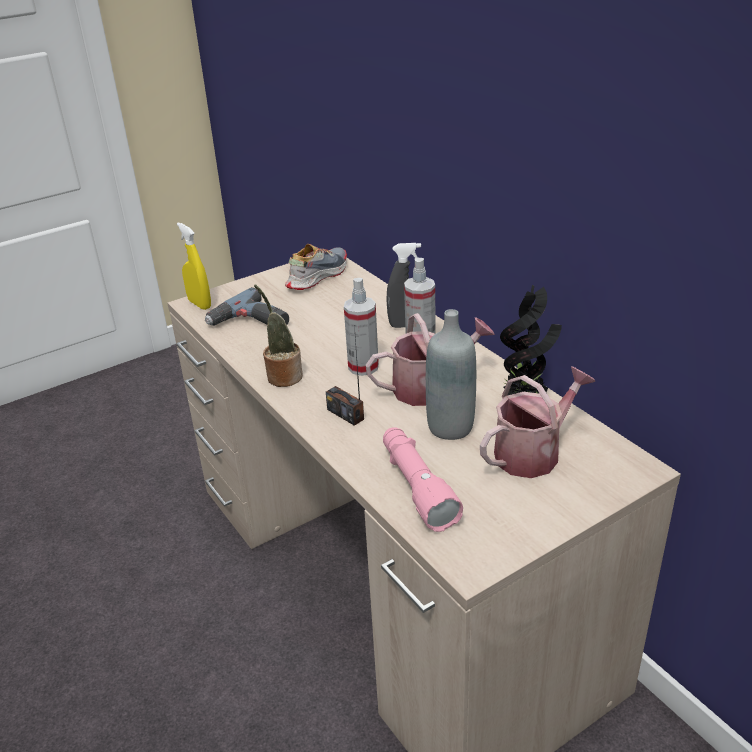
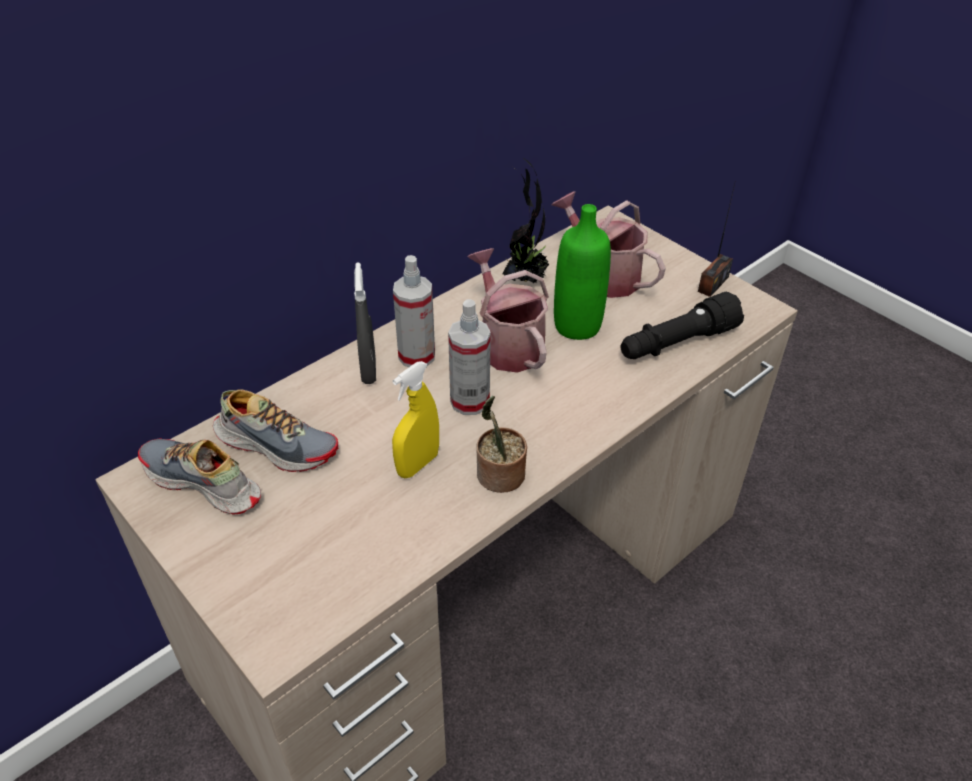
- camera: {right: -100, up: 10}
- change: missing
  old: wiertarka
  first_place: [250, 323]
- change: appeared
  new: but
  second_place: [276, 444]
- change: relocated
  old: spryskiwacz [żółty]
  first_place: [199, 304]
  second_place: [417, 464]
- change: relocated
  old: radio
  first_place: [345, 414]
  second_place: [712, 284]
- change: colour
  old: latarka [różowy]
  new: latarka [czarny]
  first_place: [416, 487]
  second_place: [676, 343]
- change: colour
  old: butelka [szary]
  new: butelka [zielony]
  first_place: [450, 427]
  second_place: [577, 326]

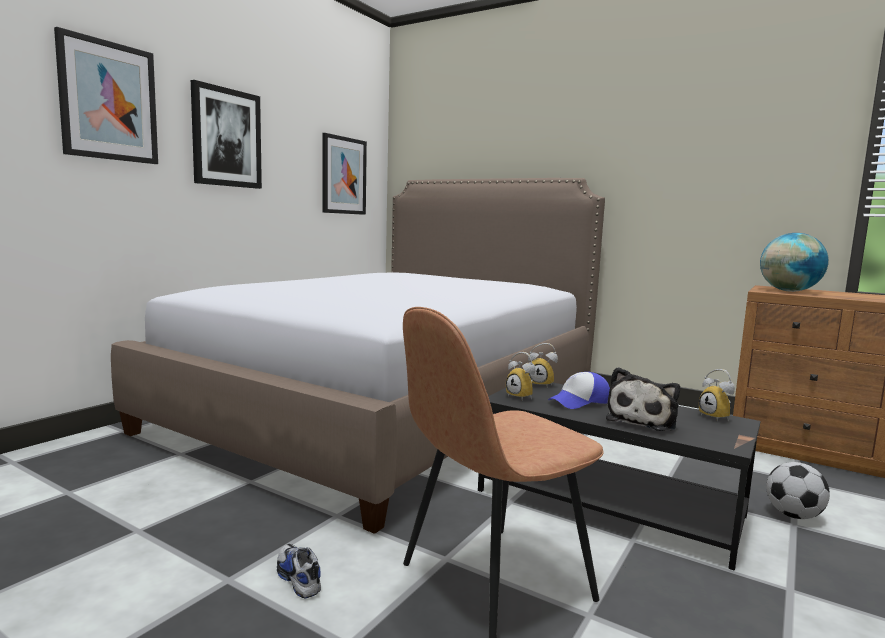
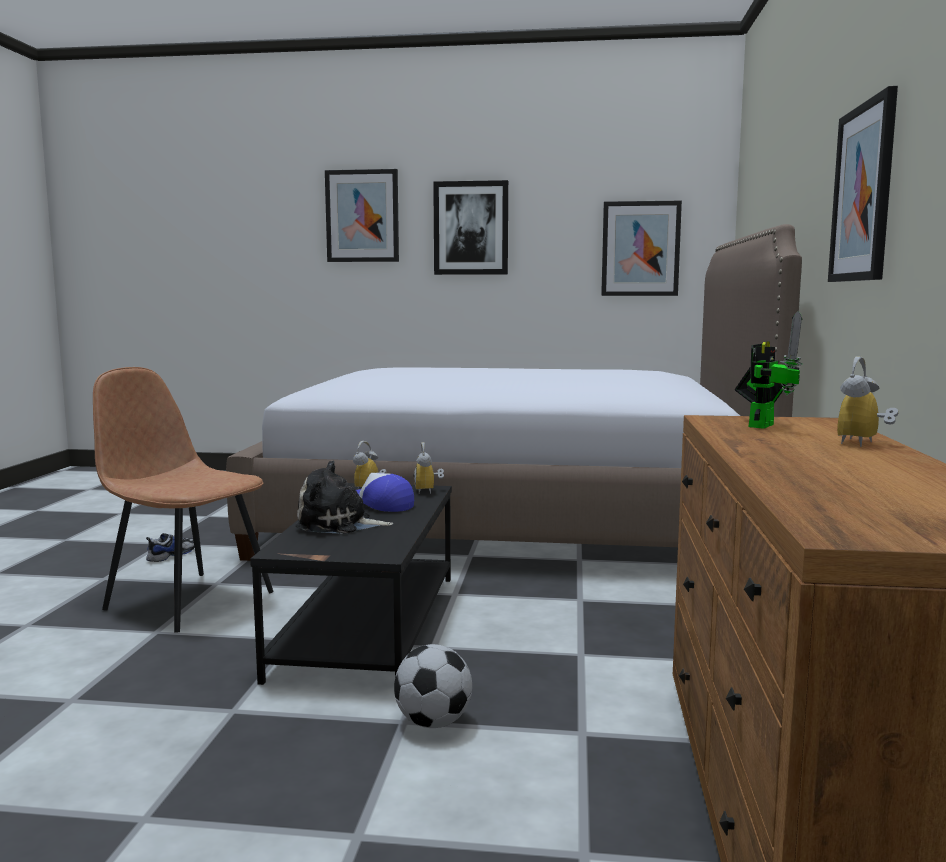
- camera: {right: 65, up: 0}
- change: appeared
  new: obraz
  second_place: [863, 193]
- change: relocated
  old: budzik
  first_place: [717, 417]
  second_place: [864, 443]
- change: exchanged
  old: globus
  new: robot zabawkowy
  first_place: [789, 291]
  second_place: [762, 425]

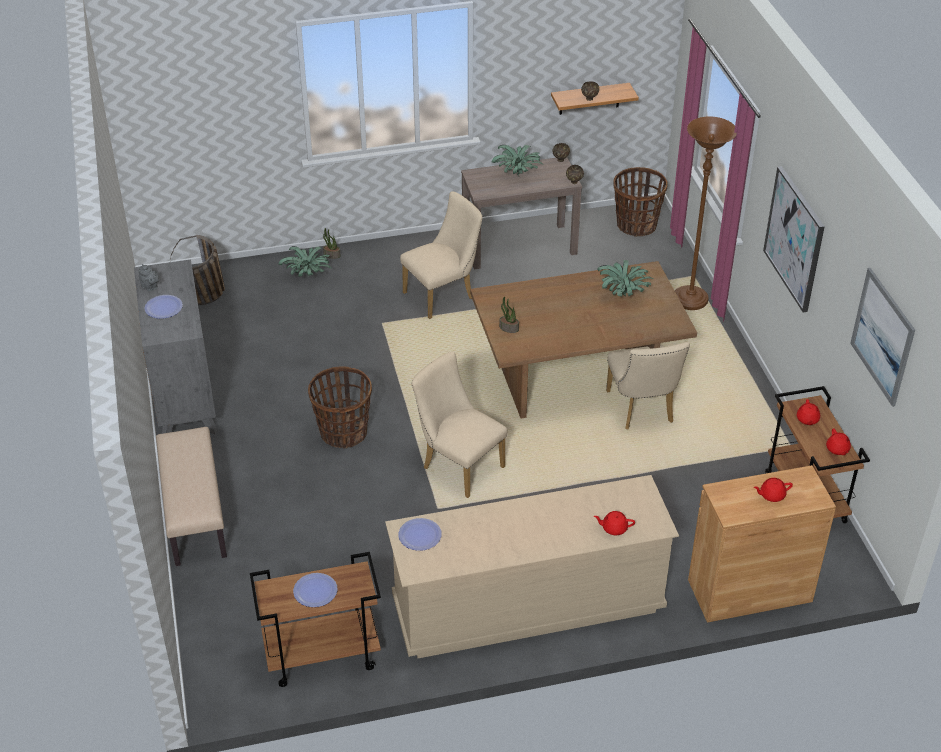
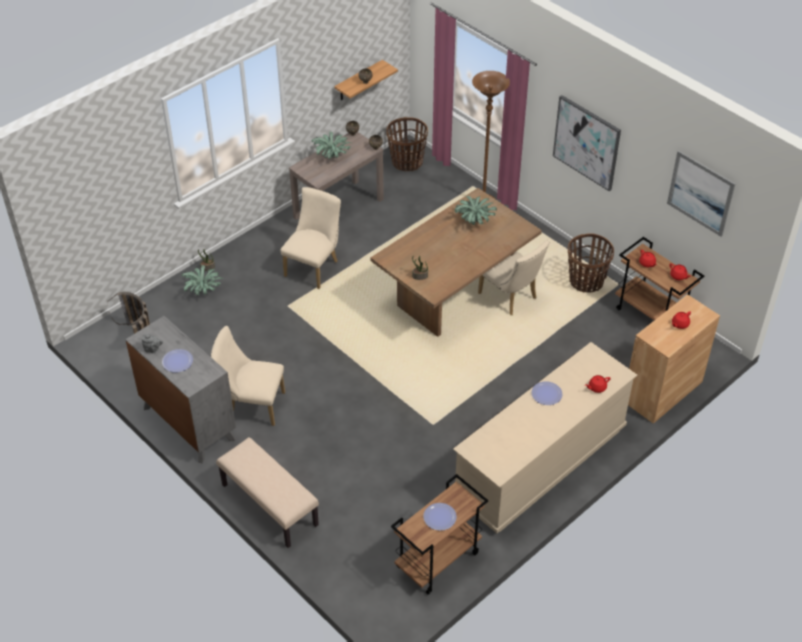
- camera: {right: -30, up: 5}
- change: relocated
  old: koszyk
  first_place: [343, 433]
  second_place: [586, 281]
- change: relocated
  old: talerz
  first_place: [420, 535]
  second_place: [546, 394]
- change: relocated
  old: krzesło [beżowy]
  first_place: [458, 465]
  second_place: [252, 405]

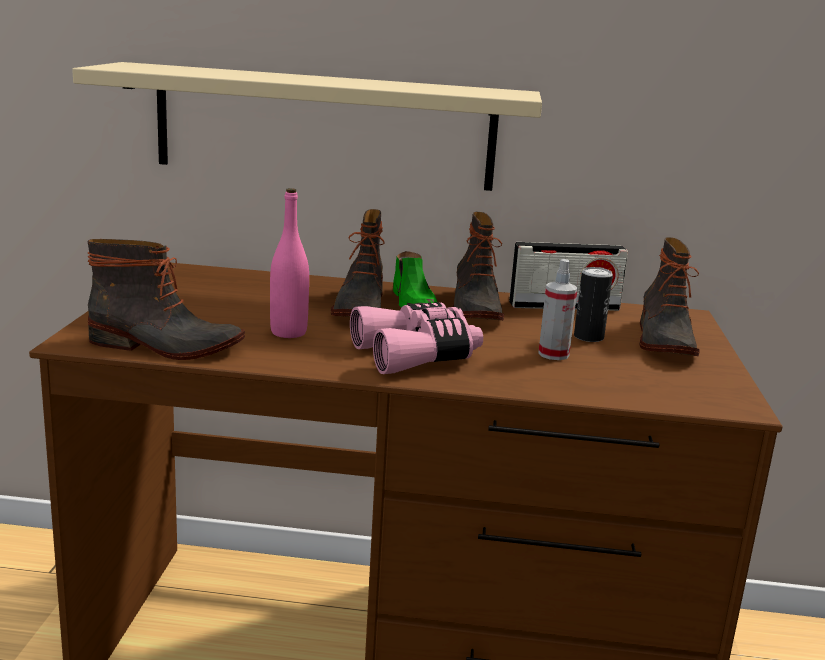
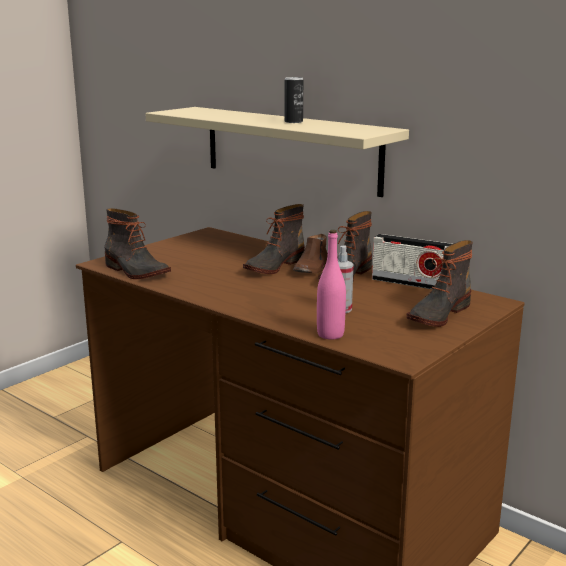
- camera: {right: 35, up: 0}
- change: missing
  old: lornetka [różowy]
  first_place: [417, 355]
- change: relocated
  old: butelka [różowy]
  first_place: [288, 332]
  second_place: [330, 334]
- change: relocated
  old: puszka
  first_place: [588, 337]
  second_place: [293, 122]
- change: colour
  old: but [zielony]
  new: but [brązowy]
  first_place: [414, 303]
  second_place: [312, 268]

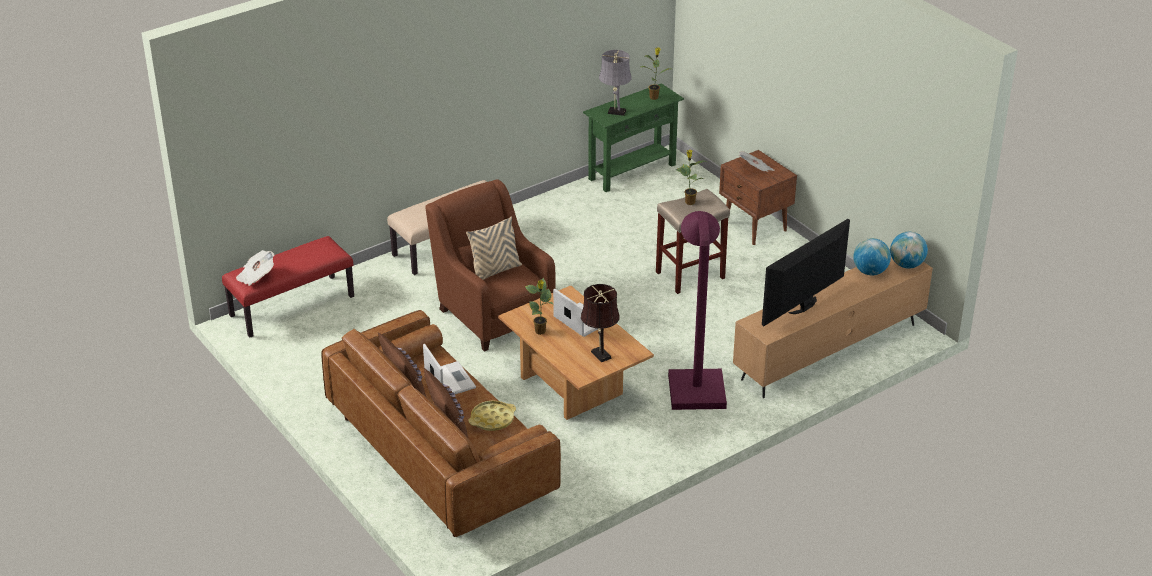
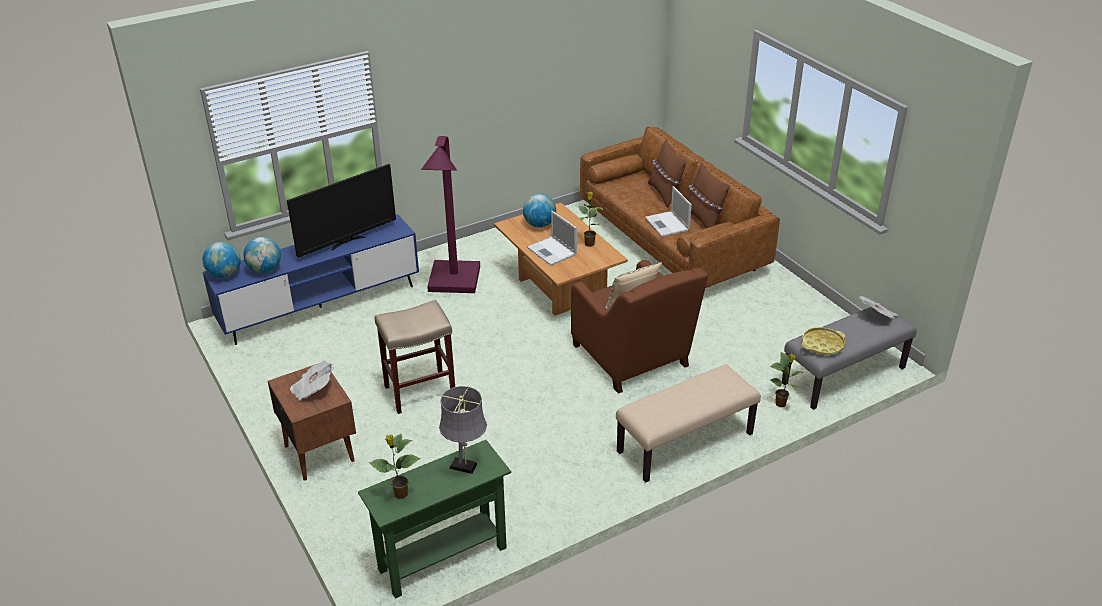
- camera: {right: -175, up: 0}
- change: relocated
  old: taca [żółty]
  first_place: [492, 419]
  second_place: [822, 344]
- change: relocated
  old: roślina doniczkowa
  first_place: [689, 202]
  second_place: [781, 404]
- change: exchanged
  old: lampa stołowa [brązowy]
  new: globus
  first_place: [600, 353]
  second_place: [539, 225]
- change: colour
  old: ławka [czerwony]
  new: ławka [szary]
  first_place: [292, 306]
  second_place: [843, 376]
- change: colour
  old: szafka pod telewizor [brązowy]
  new: szafka pod telewizor [niebieski]
  first_place: [829, 351]
  second_place: [320, 307]

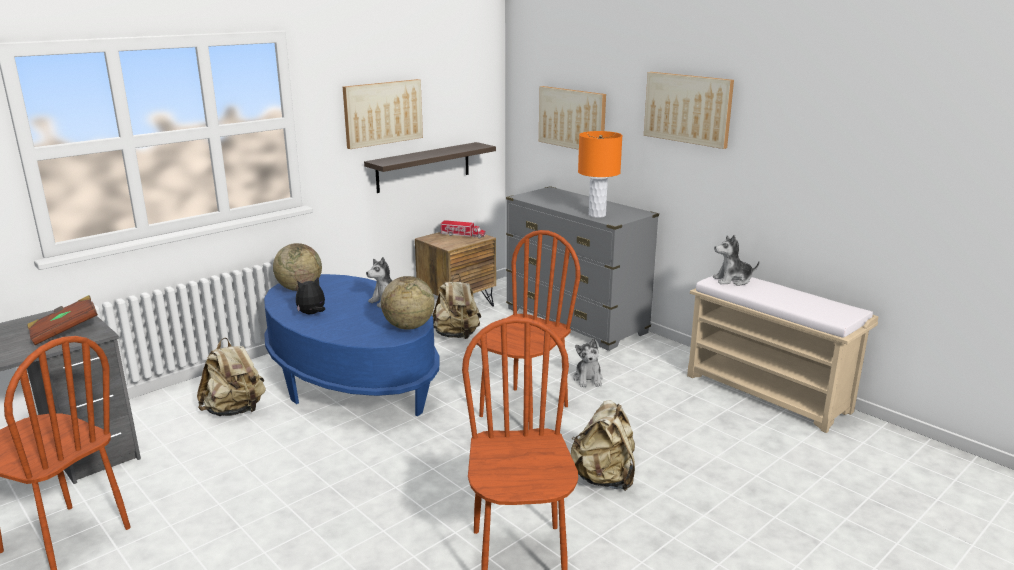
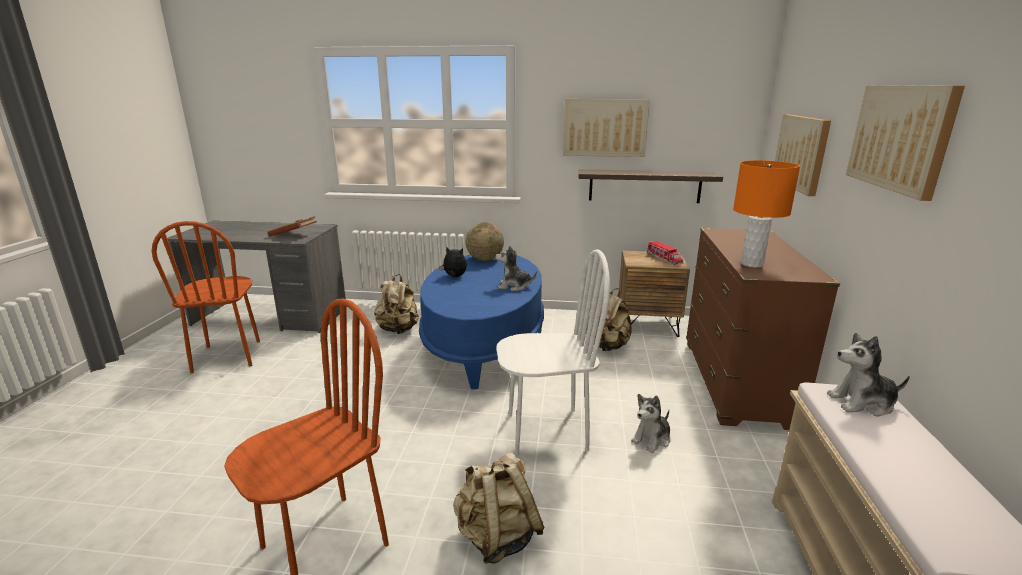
- camera: {right: 50, up: 0}
- change: missing
  old: globus
  first_place: [408, 327]
- change: colour
  old: krzesło [brązowy]
  new: krzesło [biały]
  first_place: [523, 411]
  second_place: [547, 431]
- change: colour
  old: komoda [szary]
  new: komoda [brązowy]
  first_place: [576, 321]
  second_place: [735, 382]
- change: spun
  old: pluszak
  first_place: [733, 280]
  second_place: [862, 403]
  degrees: -45

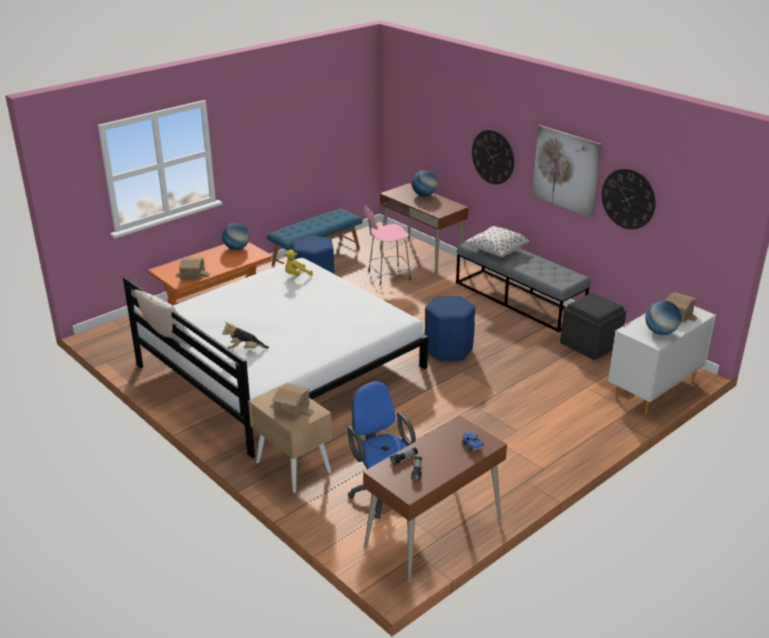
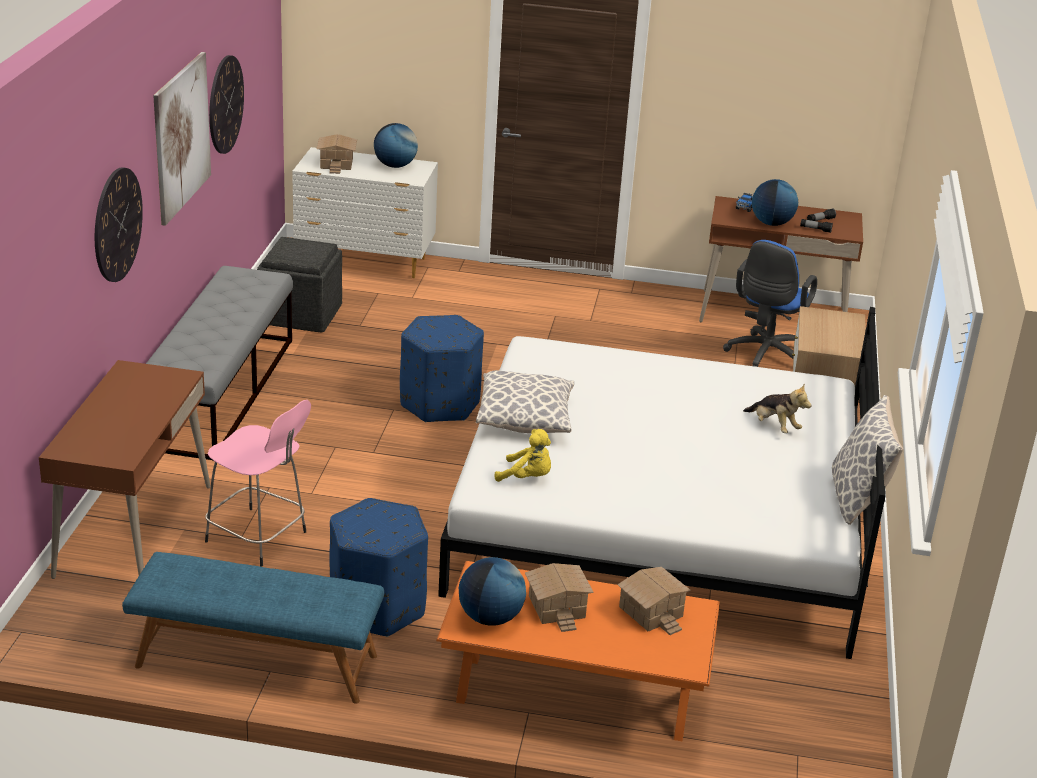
- camera: {right: -130, up: 0}
- change: relocated
  old: domek
  first_place: [291, 409]
  second_place: [558, 606]
- change: relocated
  old: globus
  first_place: [424, 195]
  second_place: [771, 223]
- change: relocated
  old: poduszka
  first_place: [496, 251]
  second_place: [524, 419]

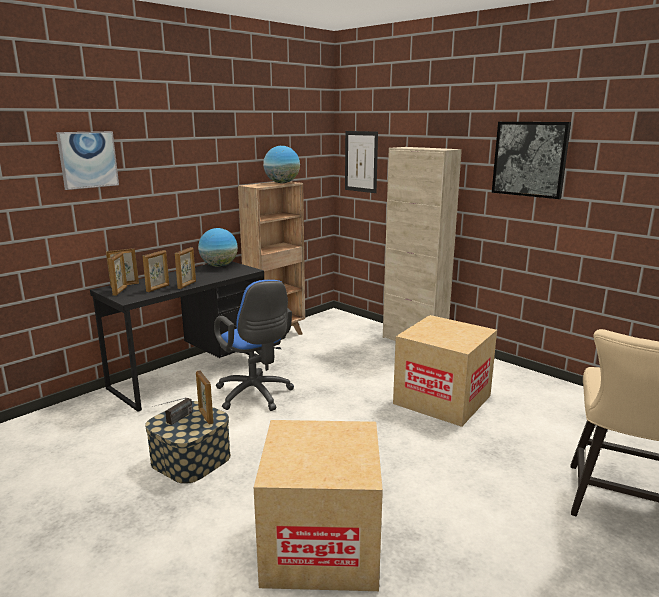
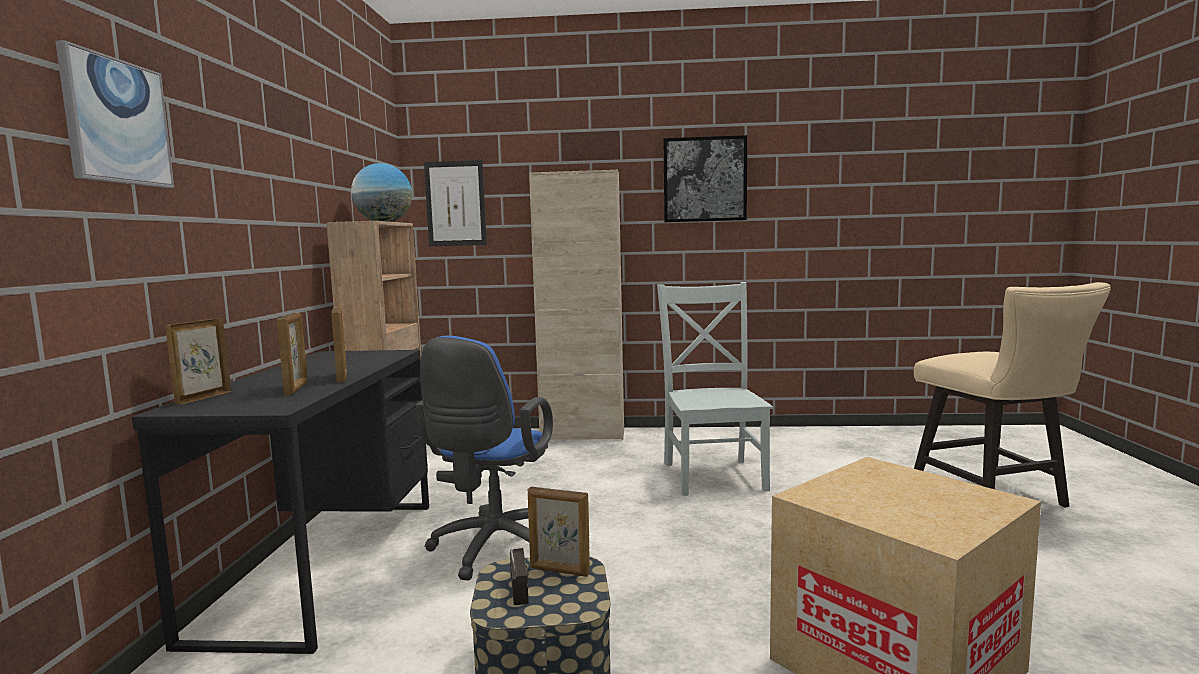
- camera: {right: -40, up: -10}
- change: missing
  old: ramka na zdjęcie
  first_place: [120, 291]
- change: missing
  old: globus
  first_place: [219, 266]
- change: exchanged
  old: karton
  new: krzesło [szary]
  first_place: [442, 399]
  second_place: [713, 474]
- change: spun
  old: krzesło biurowe [niebieski]
  first_place: [256, 396]
  second_place: [492, 550]
  degrees: 90

